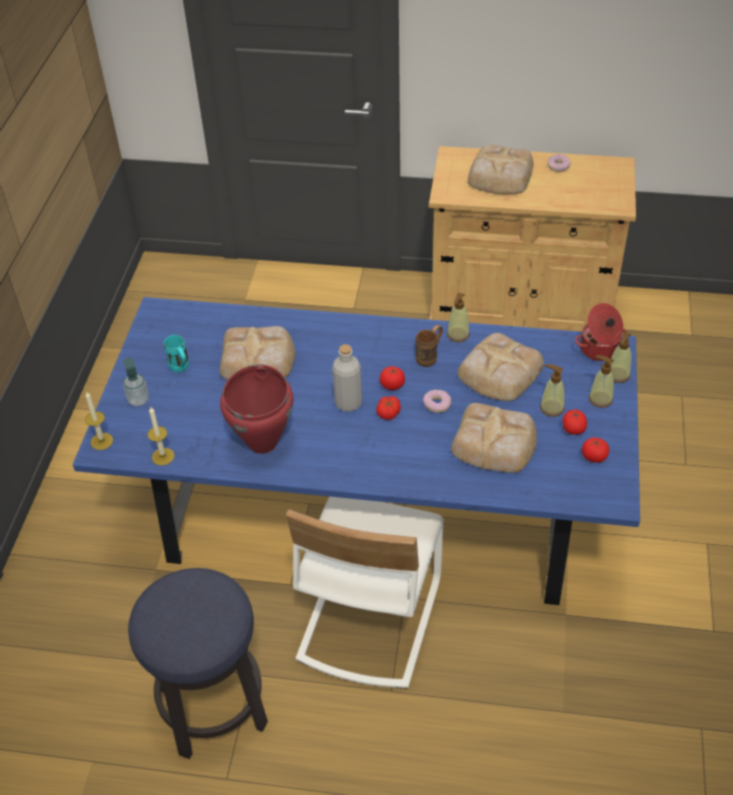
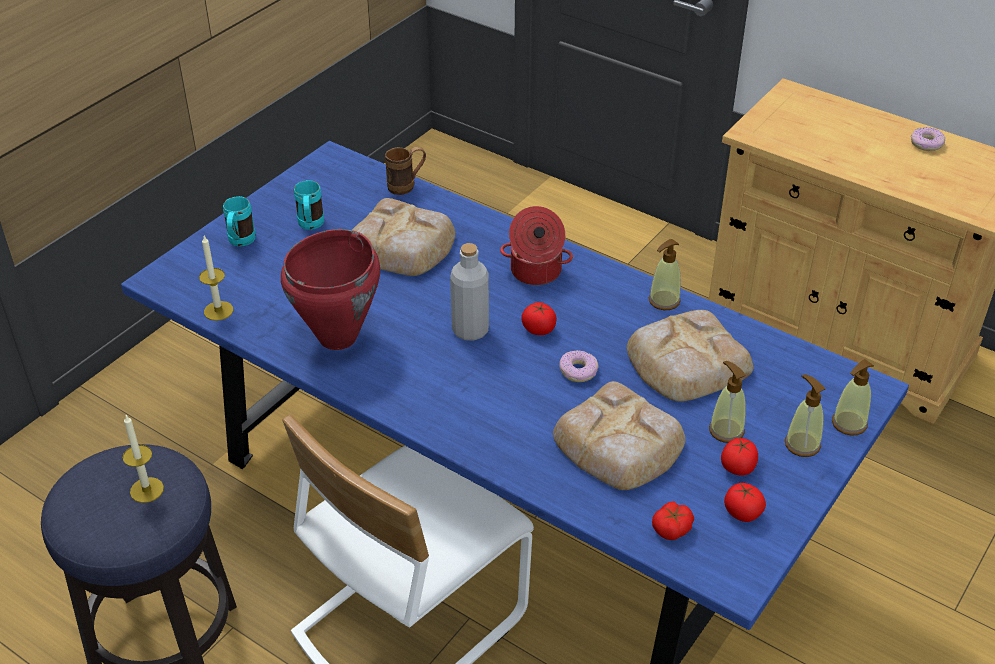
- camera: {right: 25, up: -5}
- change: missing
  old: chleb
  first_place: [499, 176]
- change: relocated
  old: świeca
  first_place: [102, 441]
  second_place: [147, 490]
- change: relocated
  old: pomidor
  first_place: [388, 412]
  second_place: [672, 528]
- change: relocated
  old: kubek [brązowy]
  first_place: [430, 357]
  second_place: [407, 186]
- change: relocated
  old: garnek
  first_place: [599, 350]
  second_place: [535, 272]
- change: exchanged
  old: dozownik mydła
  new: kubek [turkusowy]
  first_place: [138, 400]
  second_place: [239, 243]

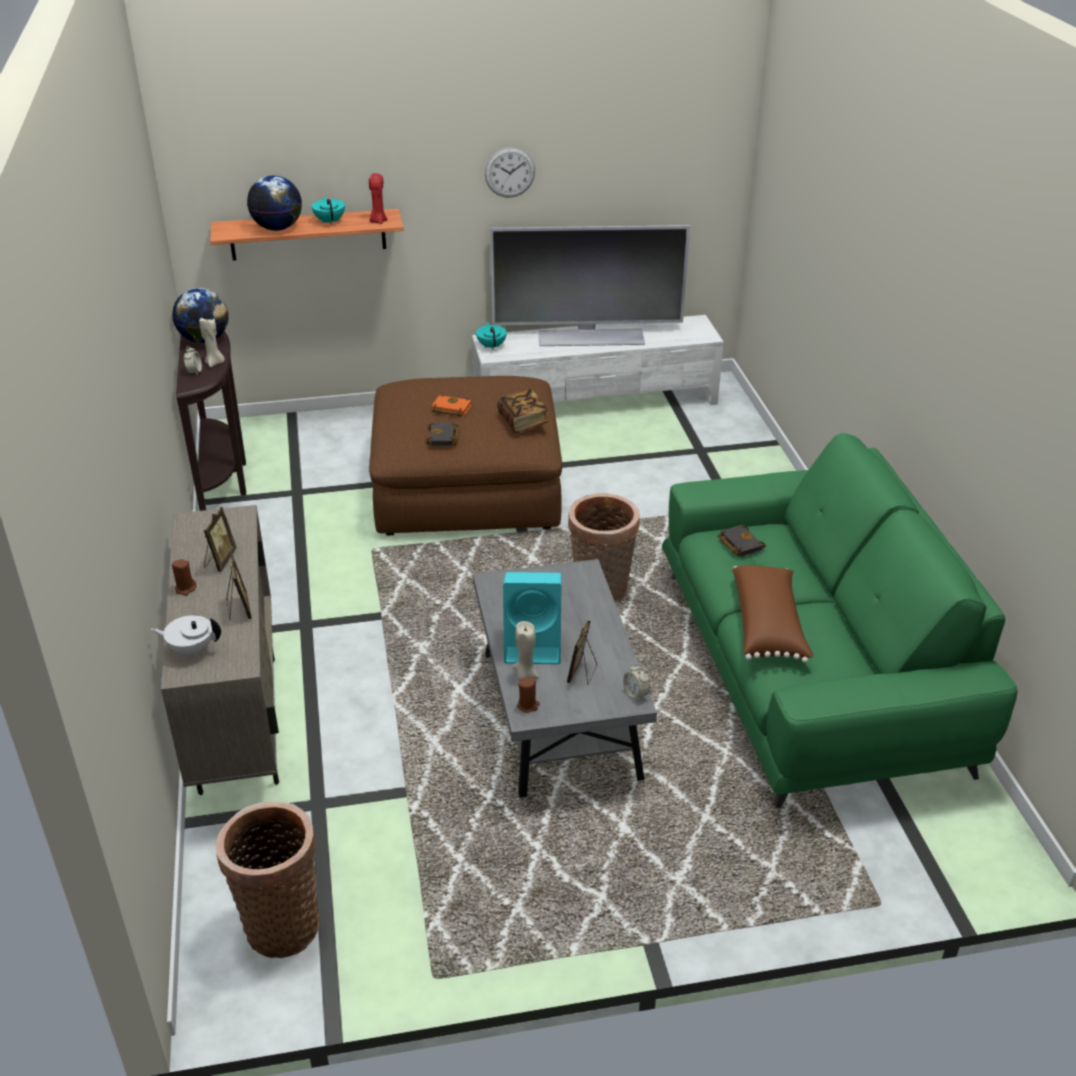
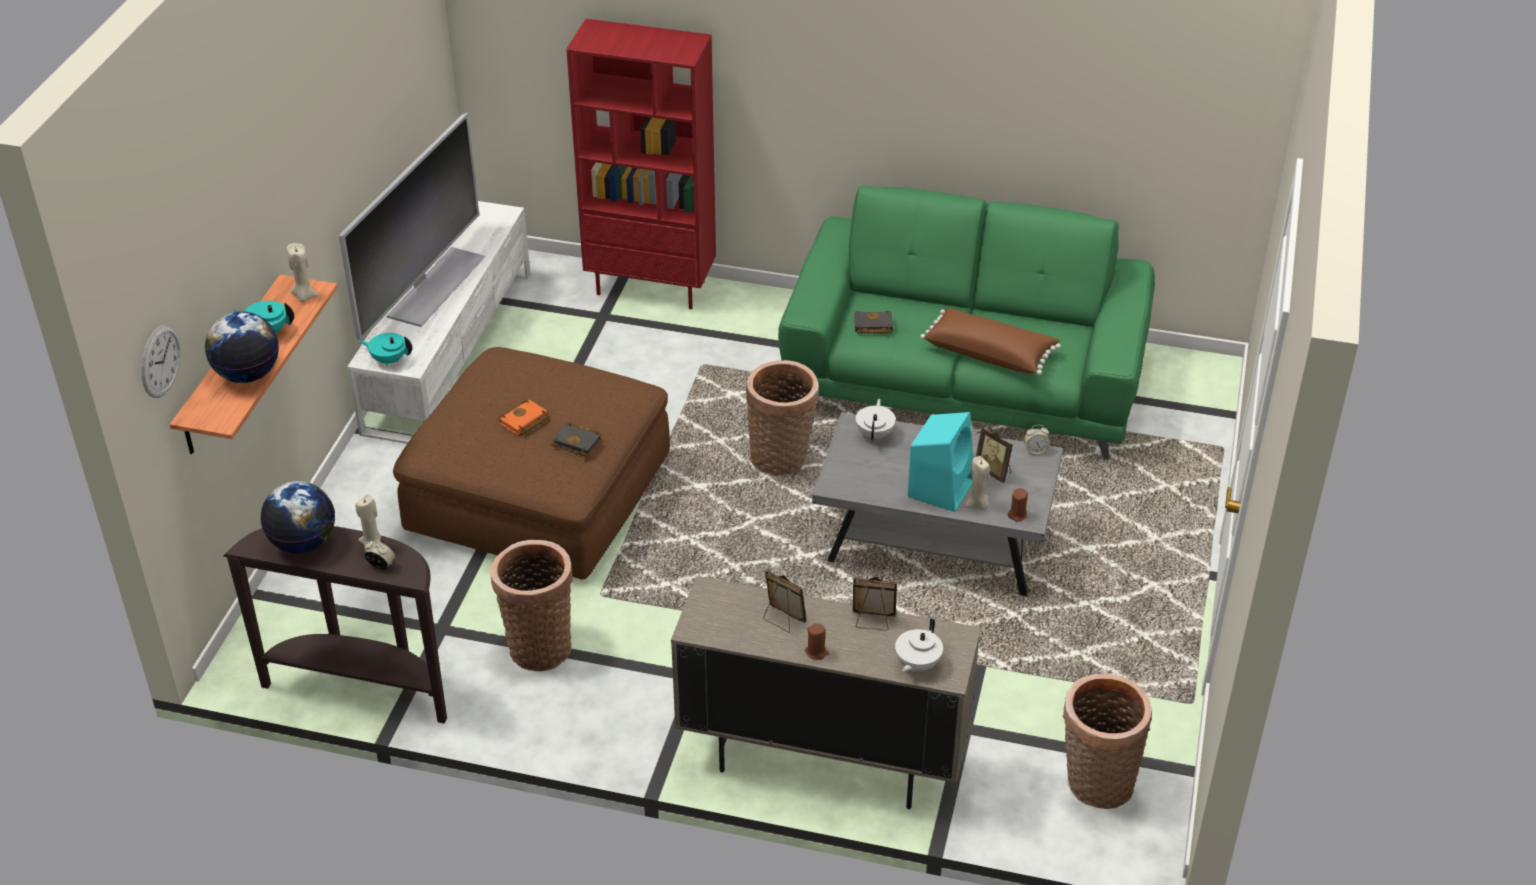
- camera: {right: -65, up: 5}
- change: missing
  old: książka
  first_place: [523, 421]
- change: appeared
  new: koszyk
  second_place: [539, 645]
- change: appeared
  new: regał [czerwony]
  second_place: [652, 287]
- change: appeared
  new: imbryk [biały]
  second_place: [875, 434]
- change: relocated
  old: zegar ścienny
  first_place: [510, 172]
  second_place: [160, 361]
- change: colour
  old: świeca [czerwony]
  new: świeca [beżowy]
  first_place: [378, 221]
  second_place: [304, 297]

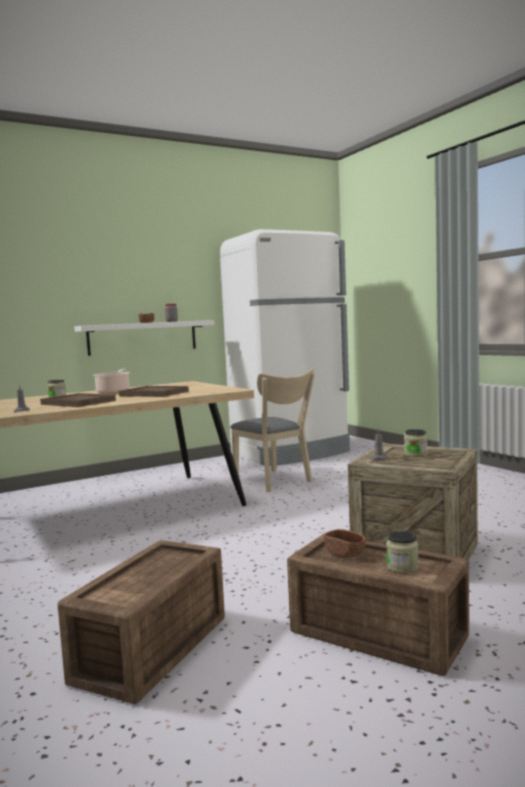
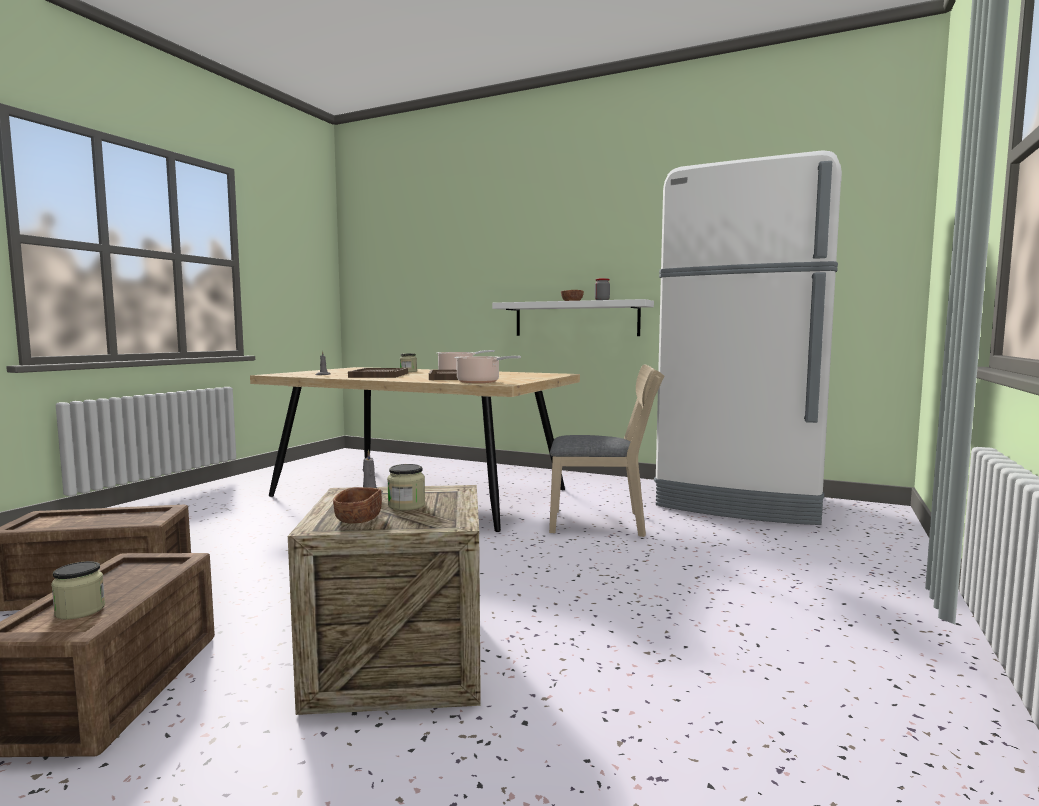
- camera: {right: 55, up: 0}
- change: appeared
  new: garnek
  second_place: [480, 382]
- change: relocated
  old: miska [brązowy]
  first_place: [344, 554]
  second_place: [358, 519]
- change: spun
  old: krzesło [beżowy]
  first_place: [275, 481]
  second_place: [605, 523]
  degrees: -105

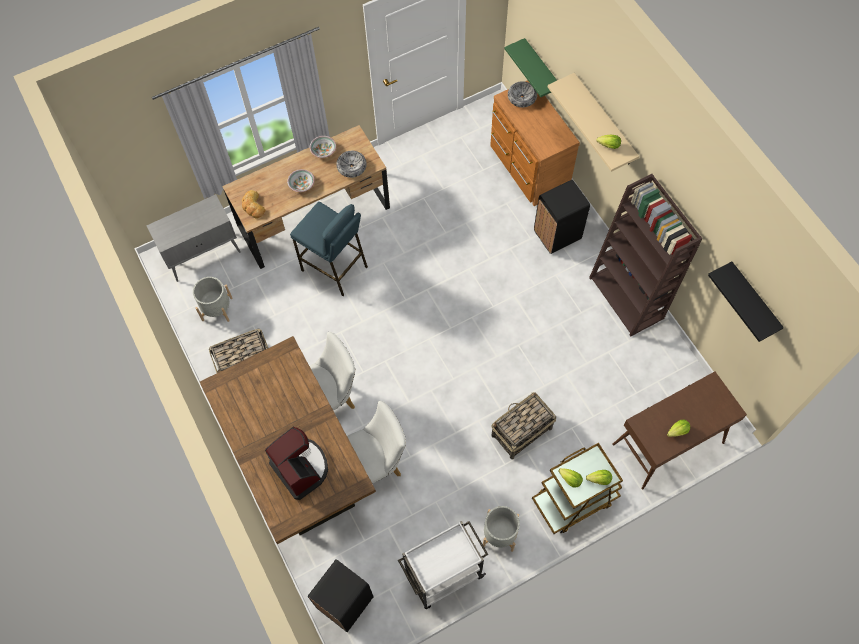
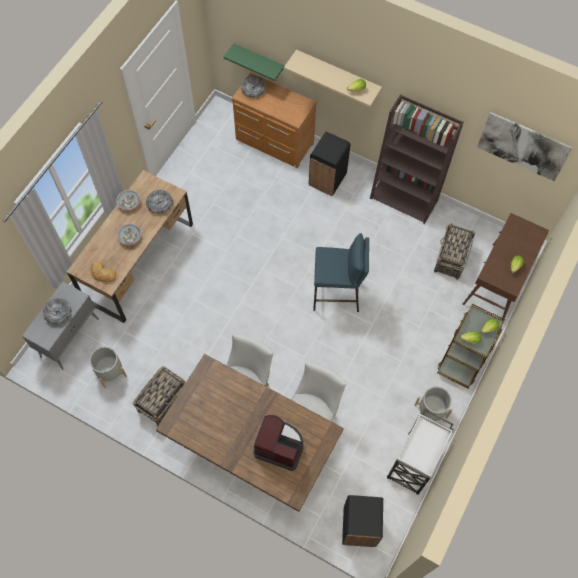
- camera: {right: -35, up: 0}
- change: appeared
  new: miska
  second_place: [58, 313]
- change: relocated
  old: stołek [niebieski]
  first_place: [335, 269]
  second_place: [336, 295]
- change: relocated
  old: koszyk
  first_place: [521, 432]
  second_place: [451, 258]
- change: exchanged
  old: półka [czarny]
  new: obraz
  first_place: [753, 300]
  second_place: [523, 146]

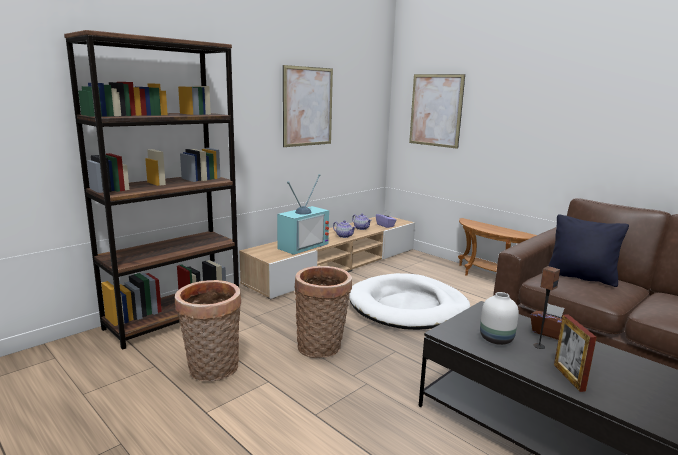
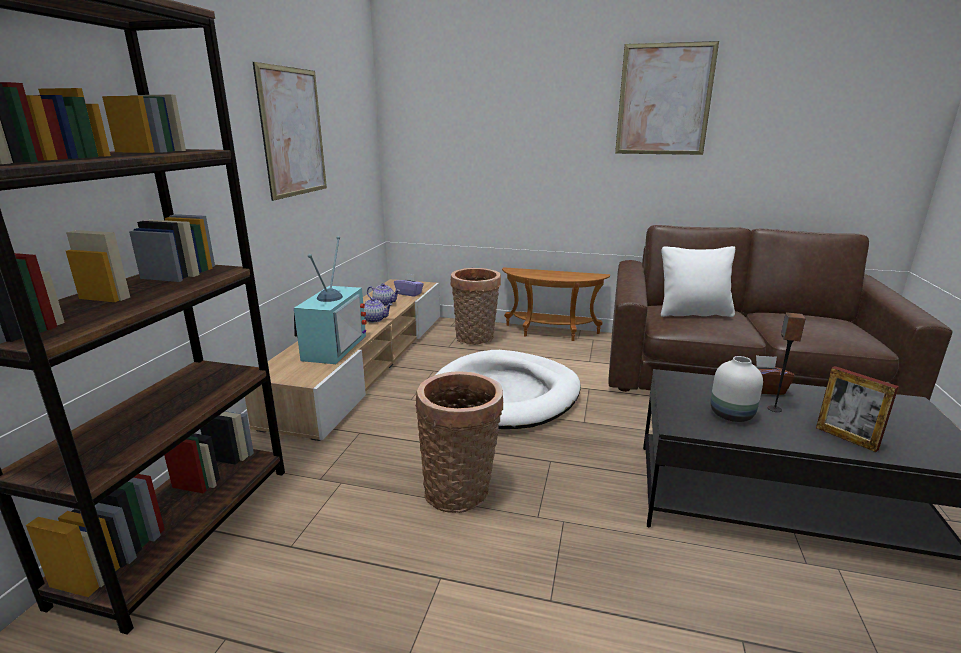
- camera: {right: -30, up: 5}
- change: relocated
  old: koszyk
  first_place: [212, 370]
  second_place: [475, 339]
- change: relocated
  old: obraz
  first_place: [435, 110]
  second_place: [664, 100]
- change: colour
  old: poduszka [czarny]
  new: poduszka [biały]
  first_place: [581, 277]
  second_place: [693, 313]

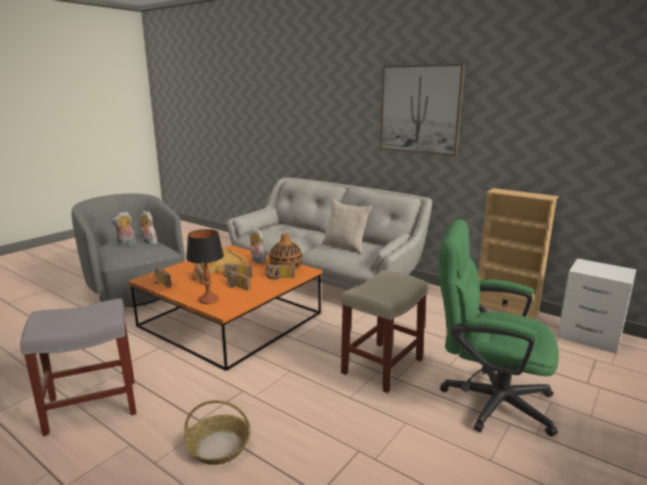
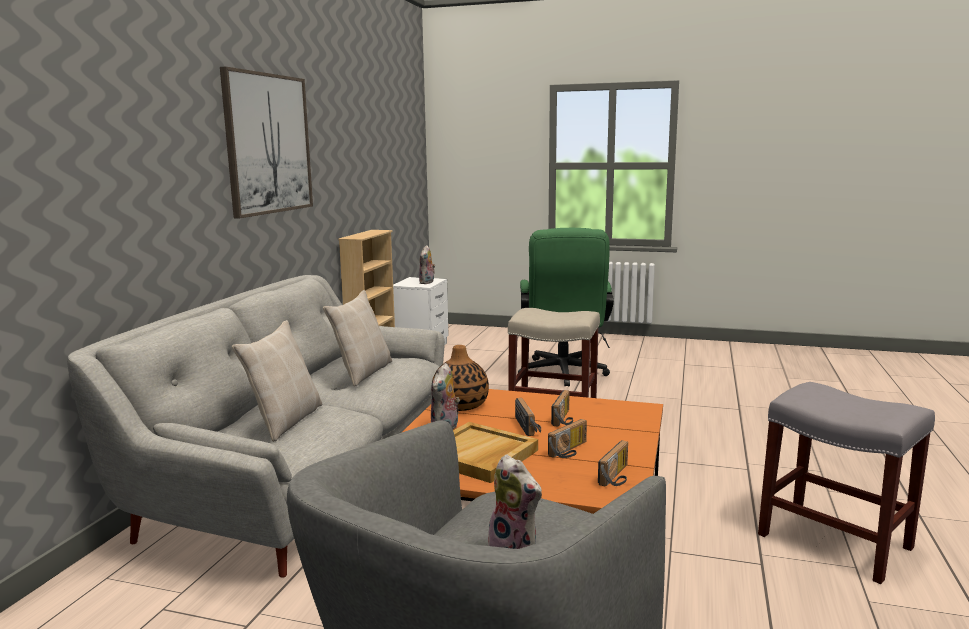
- camera: {right: -110, up: -5}
- change: missing
  old: koszyk
  first_place: [218, 446]
- change: missing
  old: lampa stołowa
  first_place: [208, 300]
- change: missing
  old: radio
  first_place: [279, 278]
- change: appeared
  new: poduszka [beżowy]
  second_place: [285, 421]
- change: relocated
  old: pluszak
  first_place: [148, 242]
  second_place: [427, 282]

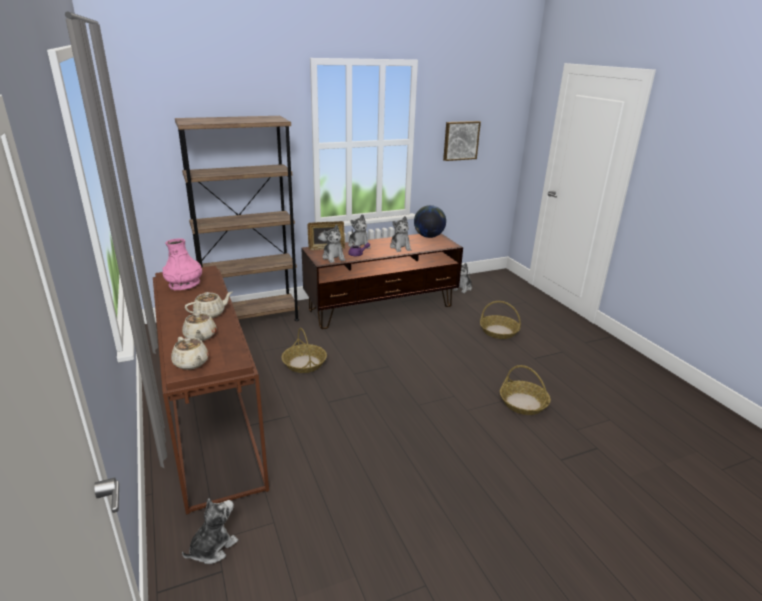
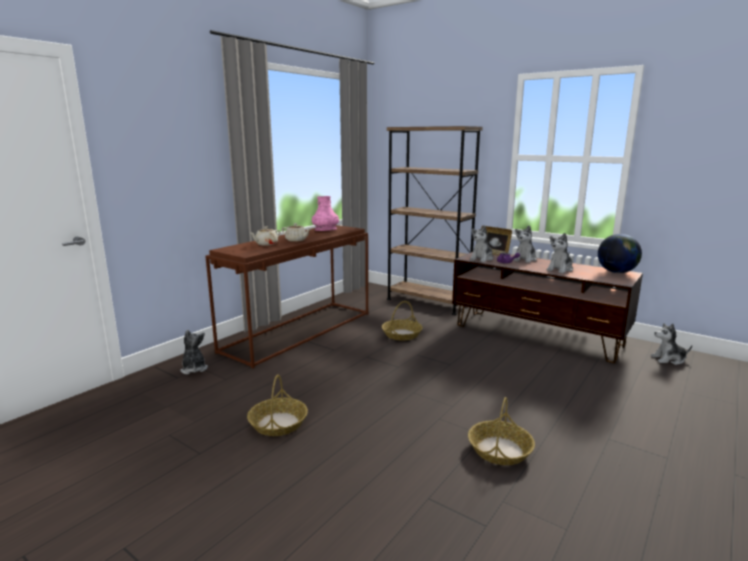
- camera: {right: 60, up: -10}
- change: missing
  old: imbryk [beżowy]
  first_place: [191, 363]
- change: missing
  old: obraz
  first_place: [460, 140]
- change: relocated
  old: koszyk
  first_place: [498, 331]
  second_place: [278, 423]
- change: spun
  old: pluszak
  first_place: [212, 547]
  second_place: [194, 369]
  degrees: -120

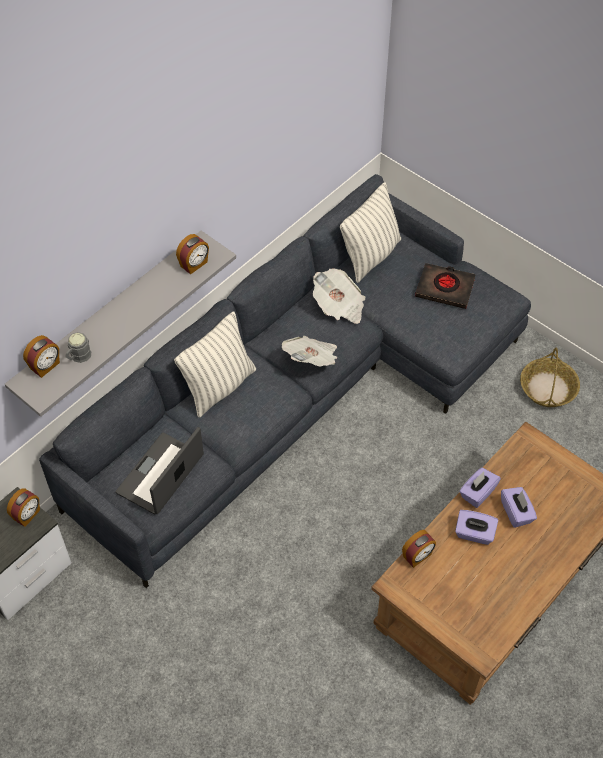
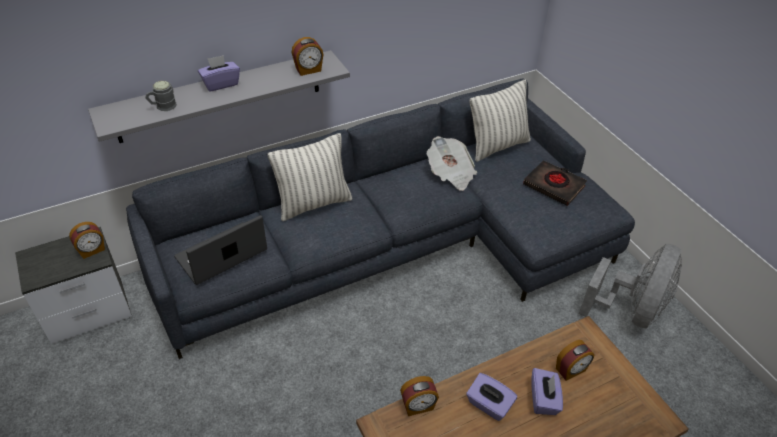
- camera: {right: 20, up: -10}
- change: missing
  old: gazeta
  first_place: [312, 360]
- change: relocated
  old: budzik
  first_place: [45, 366]
  second_place: [571, 370]
- change: relocated
  old: pudełko chusteczek [fioletowy]
  first_place: [477, 493]
  second_place: [221, 84]
- change: exchanged
  old: koszyk
  new: wentylator [szary]
  first_place: [547, 388]
  second_place: [631, 310]

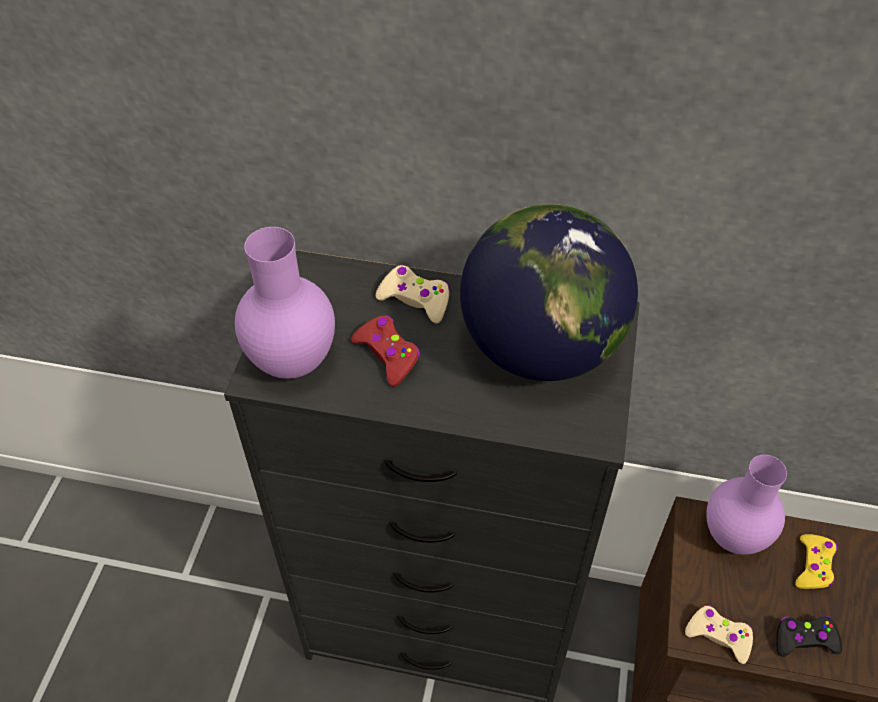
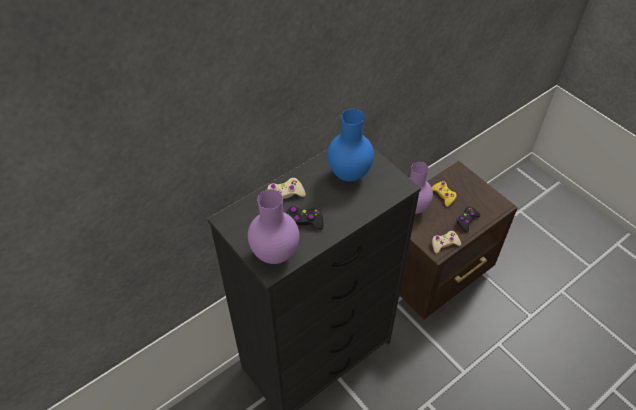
- camera: {right: -50, up: 0}
- change: exchanged
  old: globus
  new: wazon [niebieski]
  first_place: [541, 347]
  second_place: [348, 174]
- change: colour
  old: pad do gier [czerwony]
  new: pad do gier [czarny]
  first_place: [387, 354]
  second_place: [303, 221]

